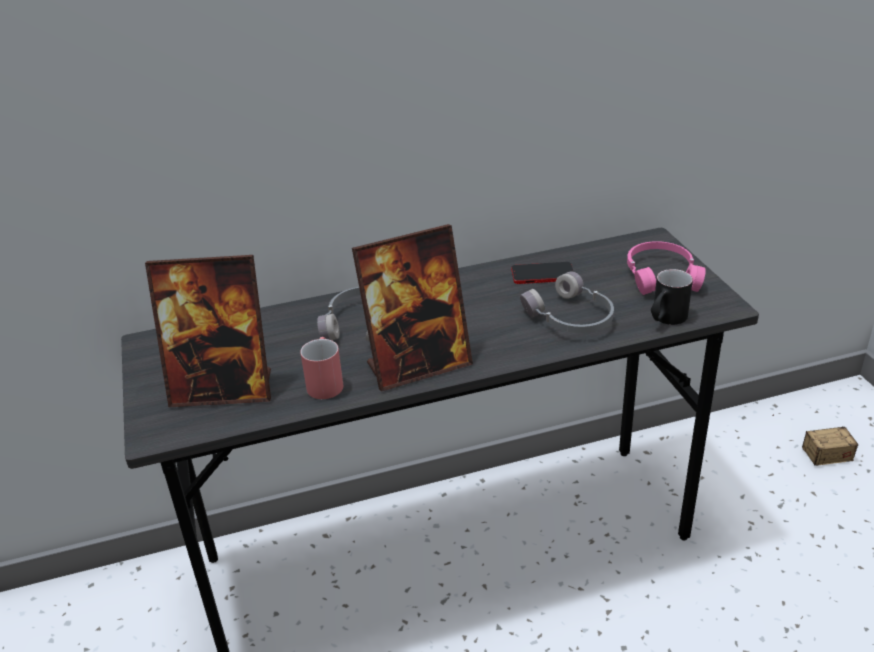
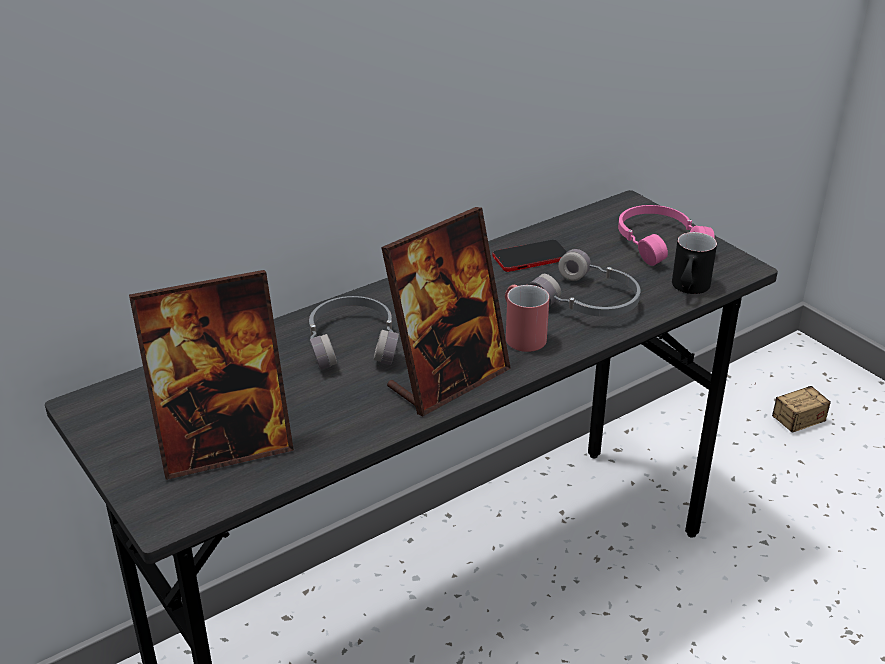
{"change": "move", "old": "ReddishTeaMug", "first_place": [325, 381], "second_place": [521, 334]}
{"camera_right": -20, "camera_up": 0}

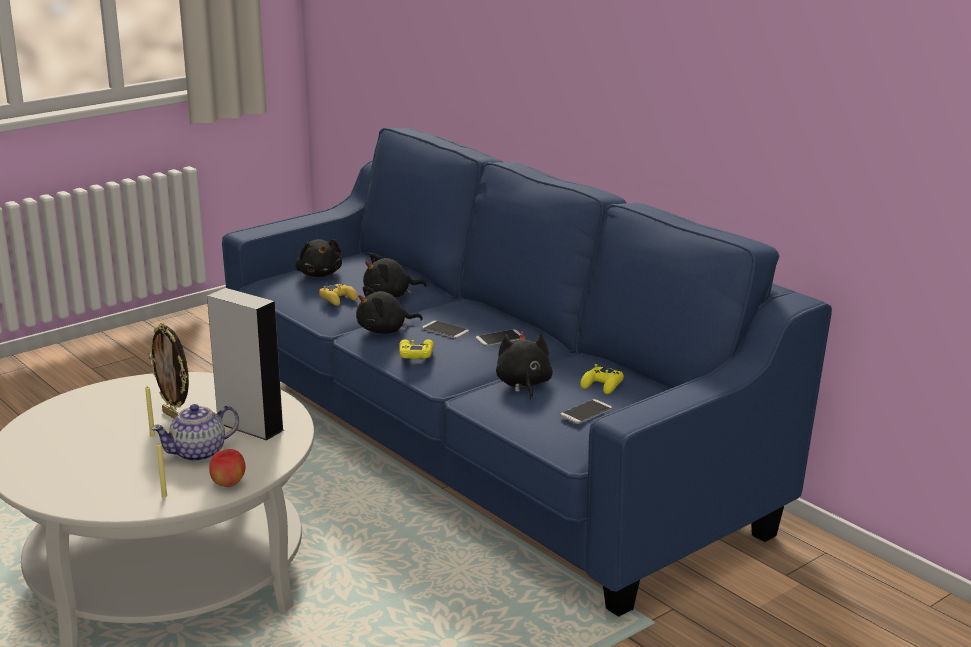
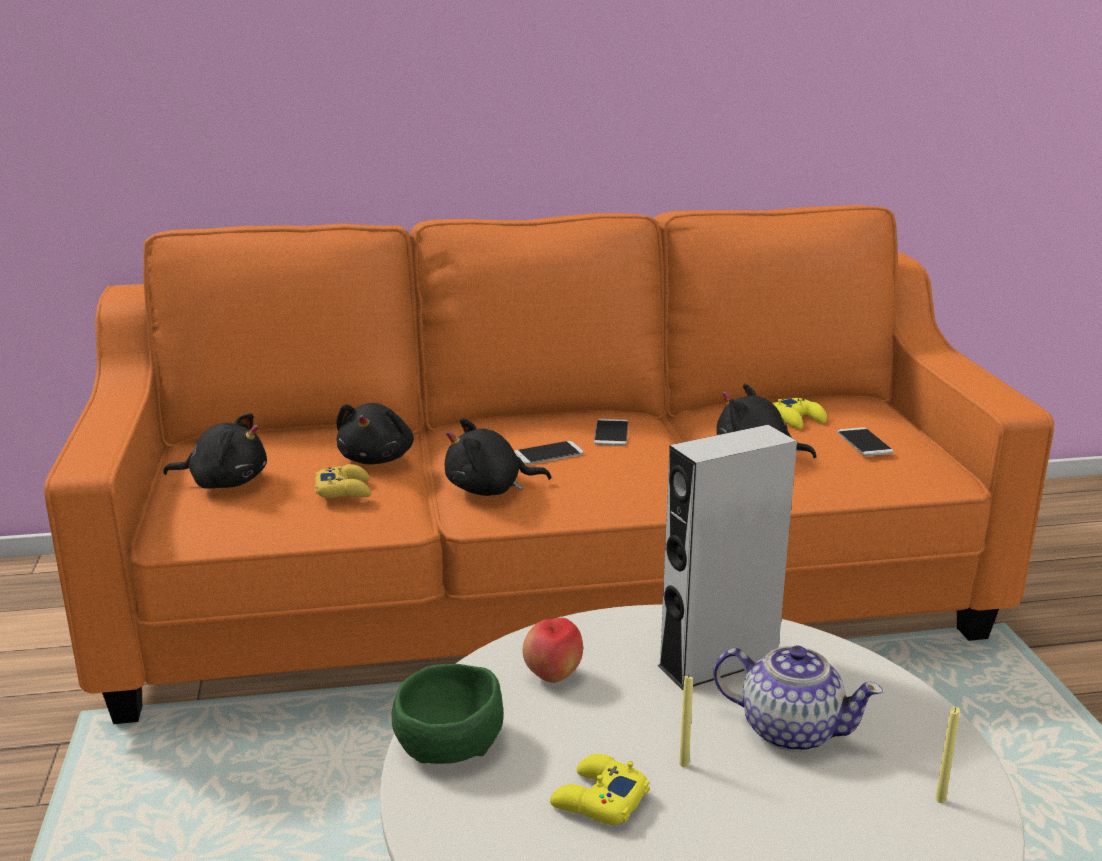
{"change": "delete", "old": "PictureFrame", "first_place": [174, 416]}
{"change": "rotate", "old": "TeaPot", "first_place": [199, 453], "second_place": [790, 730], "degrees": -60}
{"change": "move", "old": "AppleFruit", "first_place": [228, 484], "second_place": [552, 677]}
{"change": "recolor", "old": "BlueColouredSettee", "new": "OrangeSettee", "first_place": [487, 450], "second_place": [553, 602]}
{"change": "rotate", "old": "BlackColouredPlushToy", "first_place": [385, 330], "second_place": [489, 489], "degrees": 75}
{"change": "move", "old": "YellowishJoypad", "first_place": [415, 354], "second_place": [598, 800]}
{"change": "insert", "new": "GreenColouredBowl", "second_place": [446, 744]}
{"camera_right": -60, "camera_up": 0}

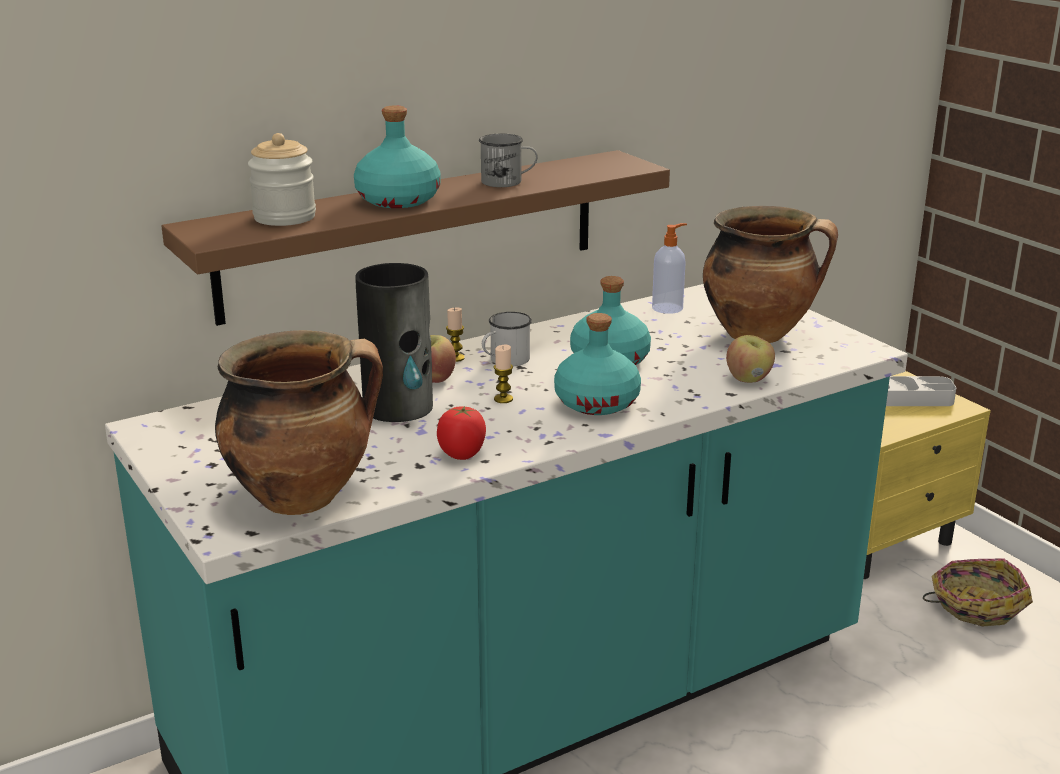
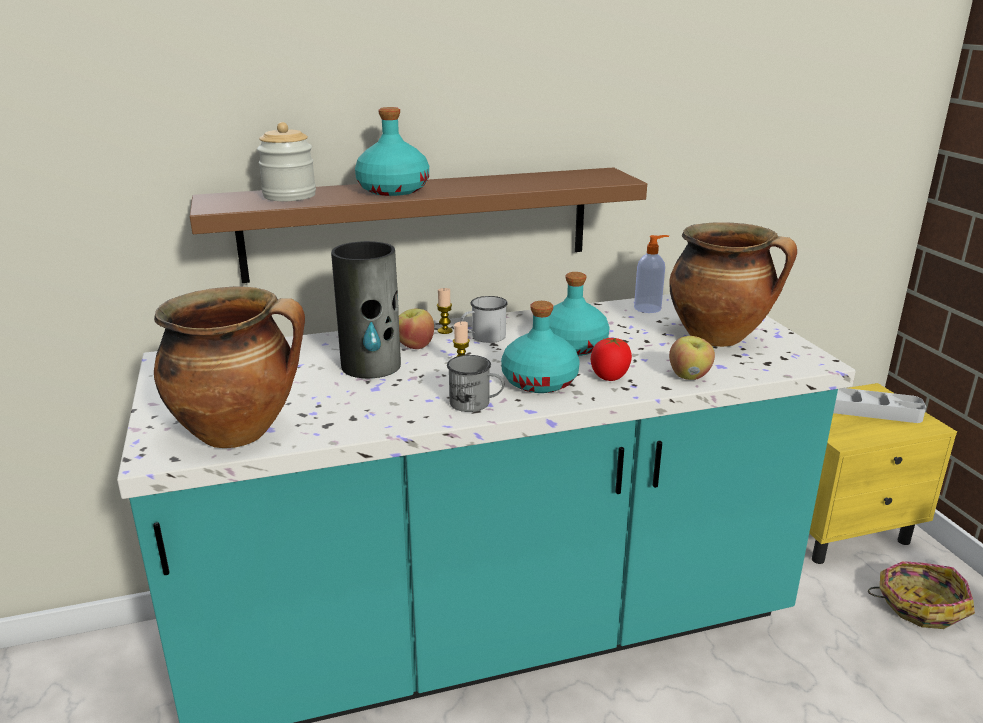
{"change": "move", "old": "WholeTomato", "first_place": [462, 454], "second_place": [609, 377]}
{"change": "move", "old": "GrayTeaMug", "first_place": [508, 182], "second_place": [476, 404]}
{"camera_right": 15, "camera_up": 0}

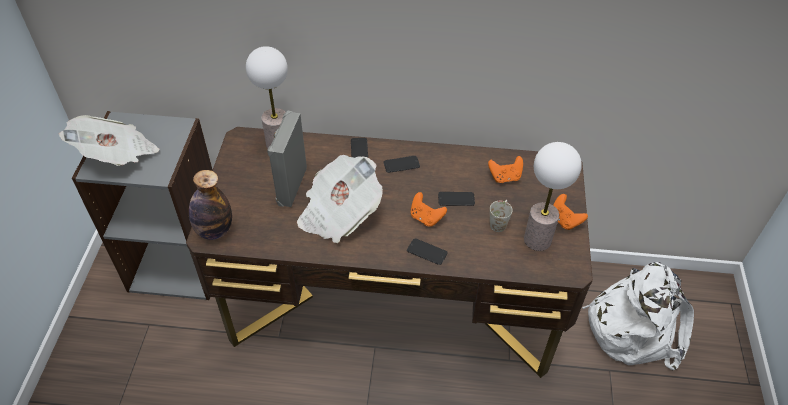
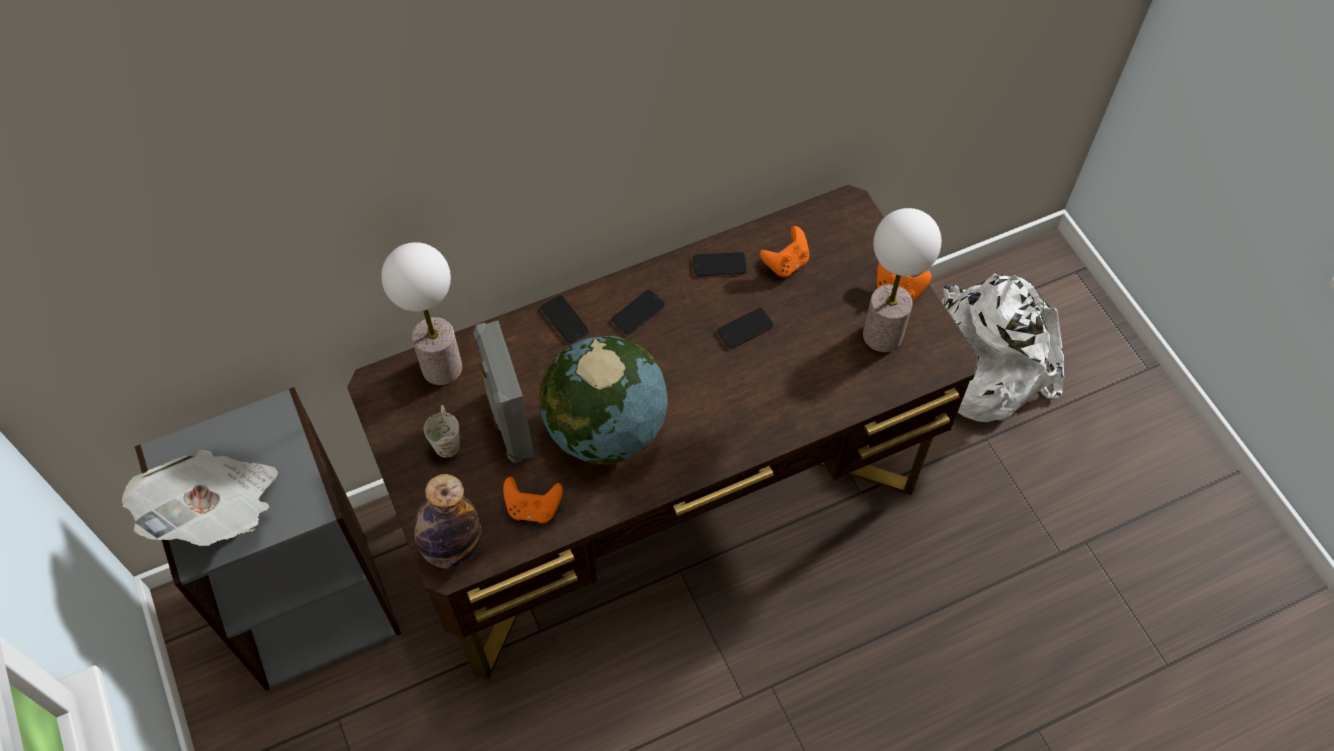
{"change": "replace", "old": "Newspaper", "new": "Globe", "first_place": [339, 213], "second_place": [606, 430]}
{"change": "move", "old": "Telephone", "first_place": [427, 252], "second_place": [719, 265]}
{"change": "move", "old": "OrangeJoypad", "first_place": [426, 218], "second_place": [533, 508]}
{"change": "move", "old": "WhitishTeaMug", "first_place": [499, 221], "second_place": [446, 439]}
{"camera_right": -30, "camera_up": 10}

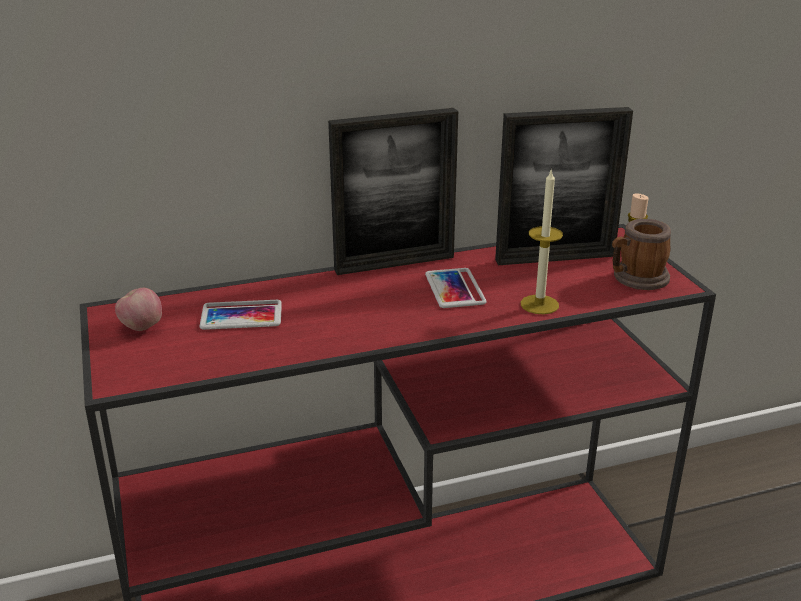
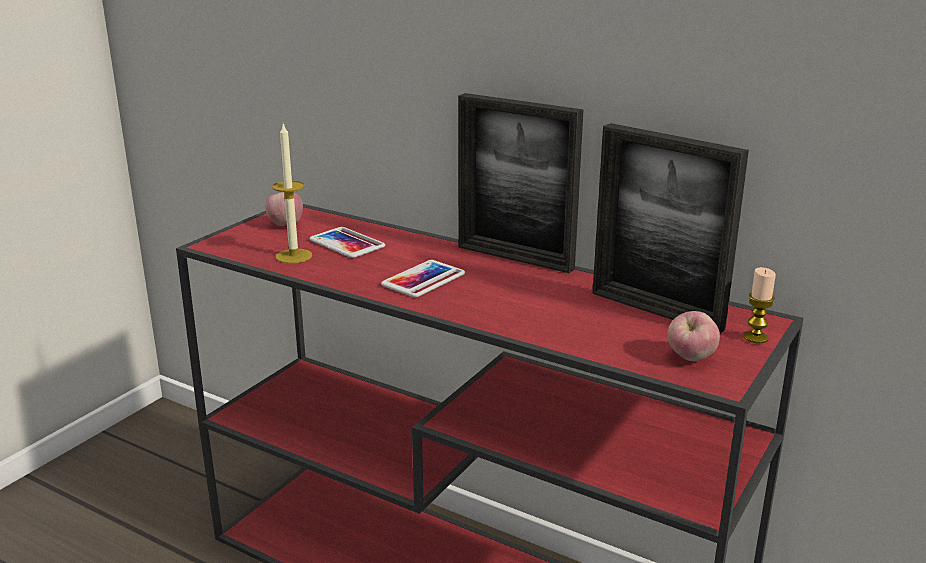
{"change": "move", "old": "Telephone", "first_place": [455, 289], "second_place": [423, 279]}
{"change": "move", "old": "Candle", "first_place": [539, 304], "second_place": [294, 256]}
{"change": "replace", "old": "TeaMug", "new": "AppleFruit", "first_place": [636, 279], "second_place": [690, 359]}
{"camera_right": 50, "camera_up": -5}

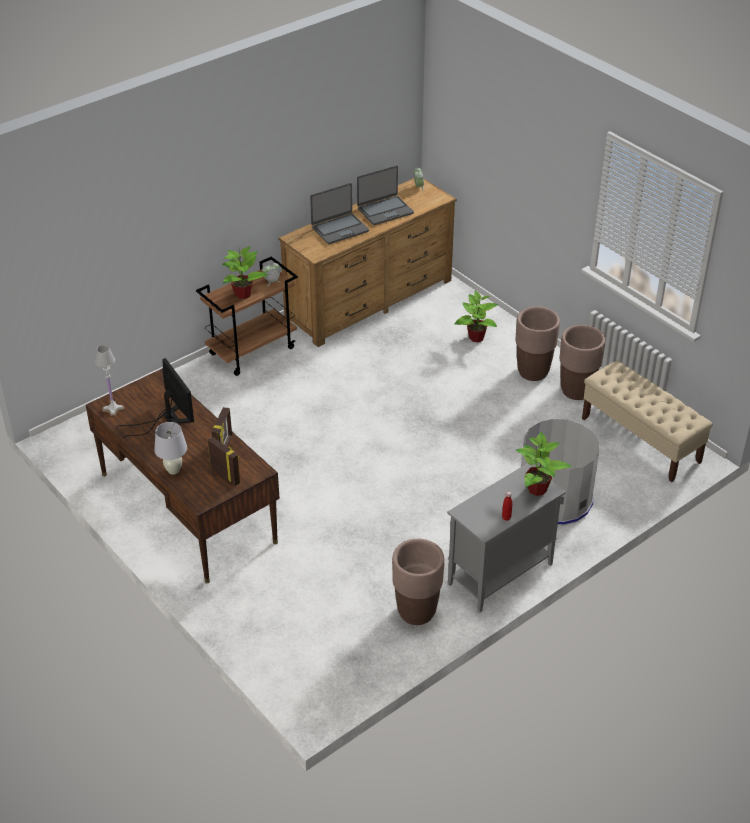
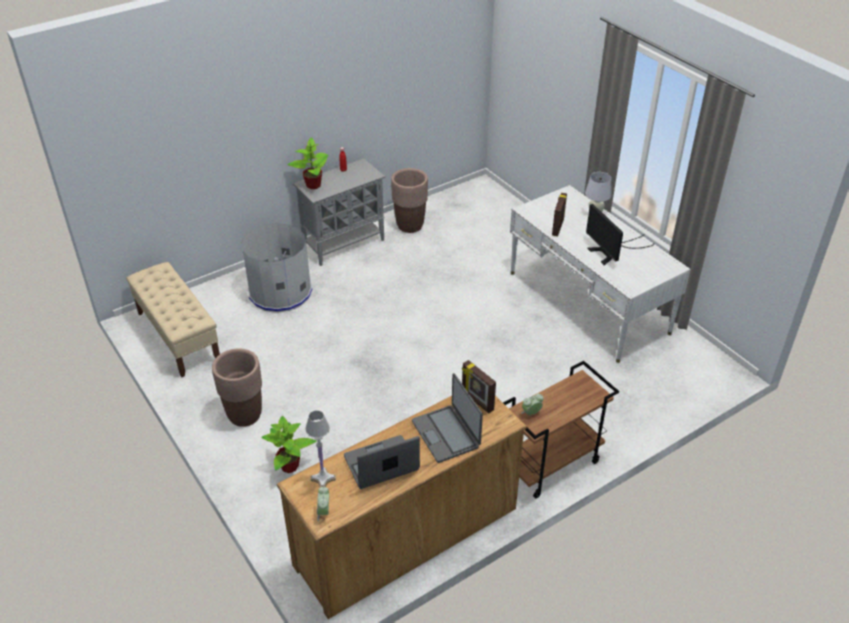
{"change": "recolor", "old": "BrownDesk", "new": "WhitishDesk", "first_place": [187, 508], "second_place": [587, 302]}
{"change": "move", "old": "WhitishLampForATable", "first_place": [113, 409], "second_place": [323, 478]}
{"change": "move", "old": "PictureFrame", "first_place": [225, 475], "second_place": [477, 401]}
{"change": "delete", "old": "PottedPlant", "first_place": [243, 294]}
{"change": "rotate", "old": "PortableComputer", "first_place": [339, 229], "second_place": [446, 434], "degrees": -90}
{"change": "delete", "old": "BrownFlowerPot", "first_place": [576, 391]}
{"camera_right": -175, "camera_up": 0}

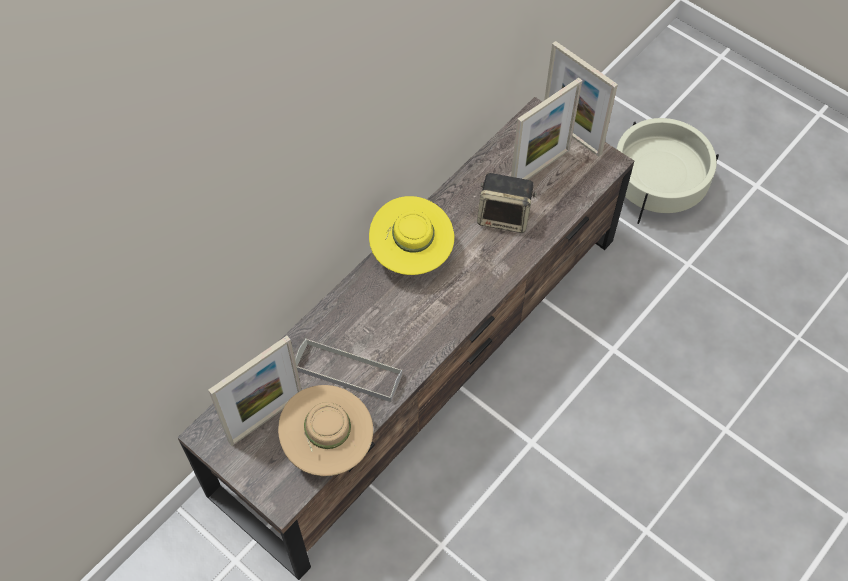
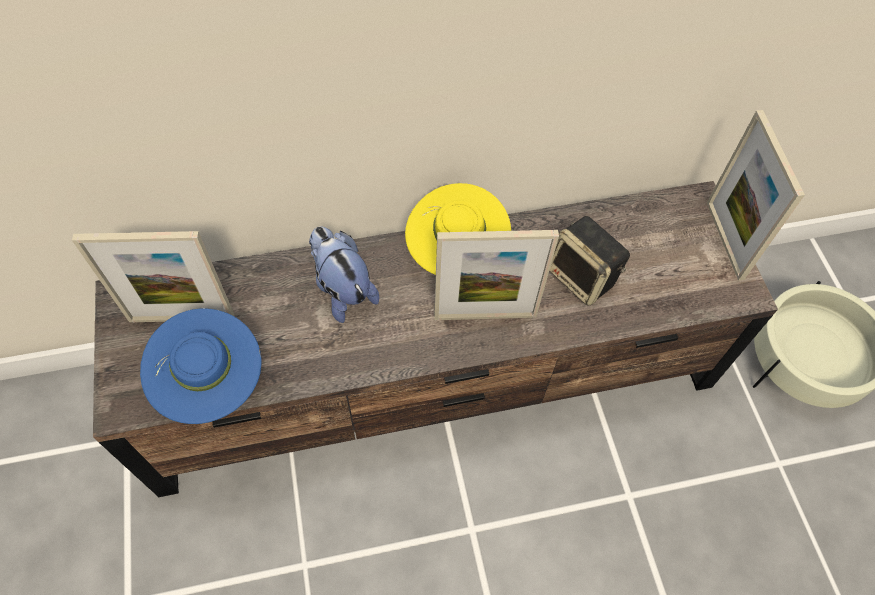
{"change": "recolor", "old": "BeigeColouredWearableHat", "new": "BlueColouredWearableHat", "first_place": [328, 444], "second_place": [211, 384]}
{"change": "delete", "old": "GrayTray", "first_place": [348, 372]}
{"change": "move", "old": "PictureFrame", "first_place": [540, 168], "second_place": [485, 316]}
{"change": "insert", "new": "PlushToy", "second_place": [342, 289]}
{"camera_right": 35, "camera_up": 0}

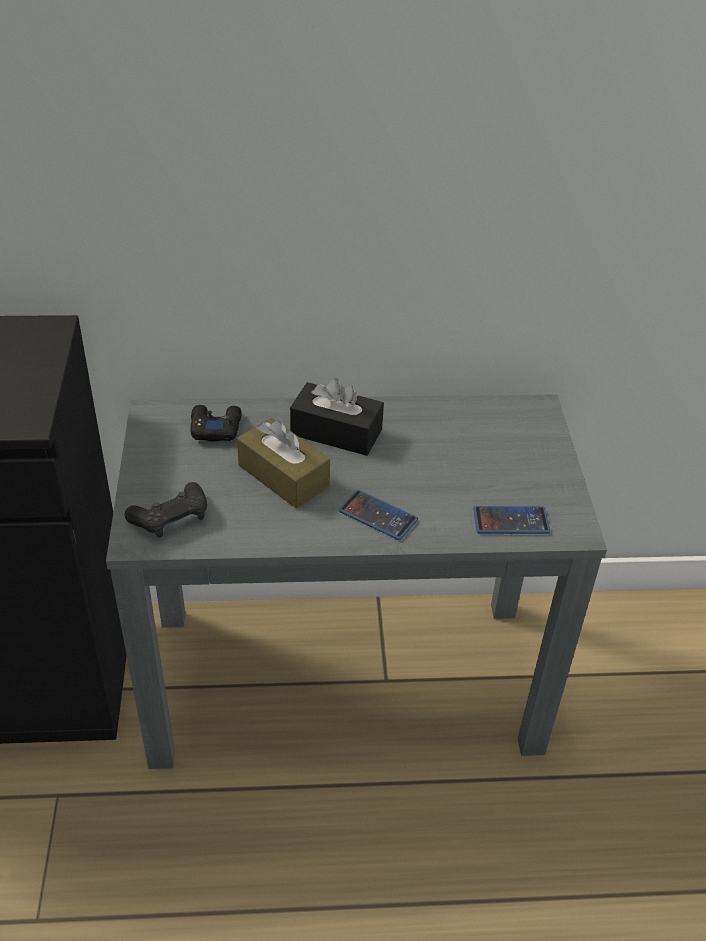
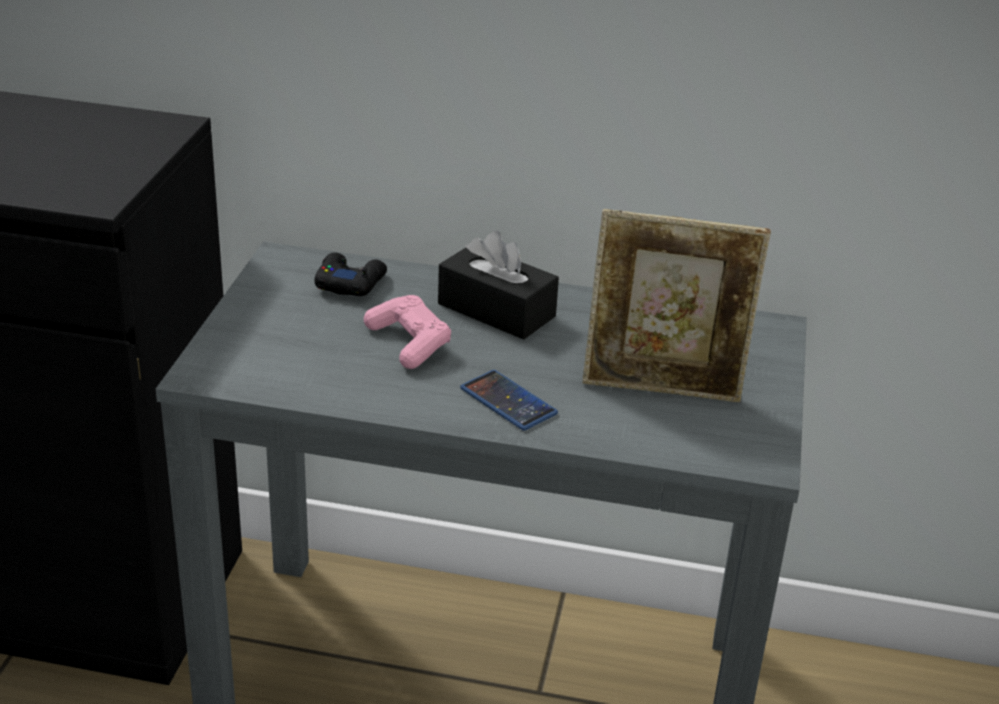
{"change": "delete", "old": "BlackColouredJoypad", "first_place": [171, 518]}
{"change": "replace", "old": "BrownBoxOfTissues", "new": "PinkishJoypad", "first_place": [283, 476], "second_place": [409, 342]}
{"change": "delete", "old": "Telephone", "first_place": [511, 521]}
{"change": "insert", "new": "PictureFrame", "second_place": [662, 388]}
{"camera_right": 15, "camera_up": -10}

